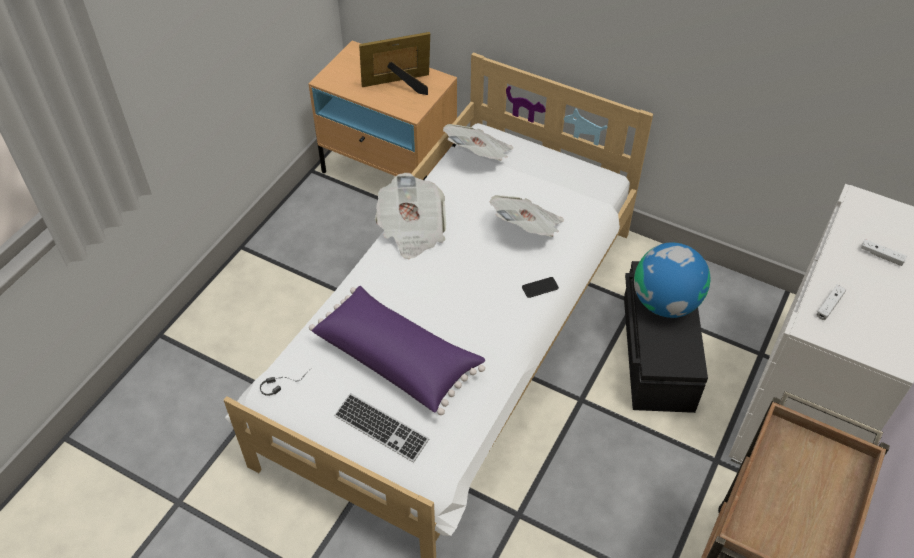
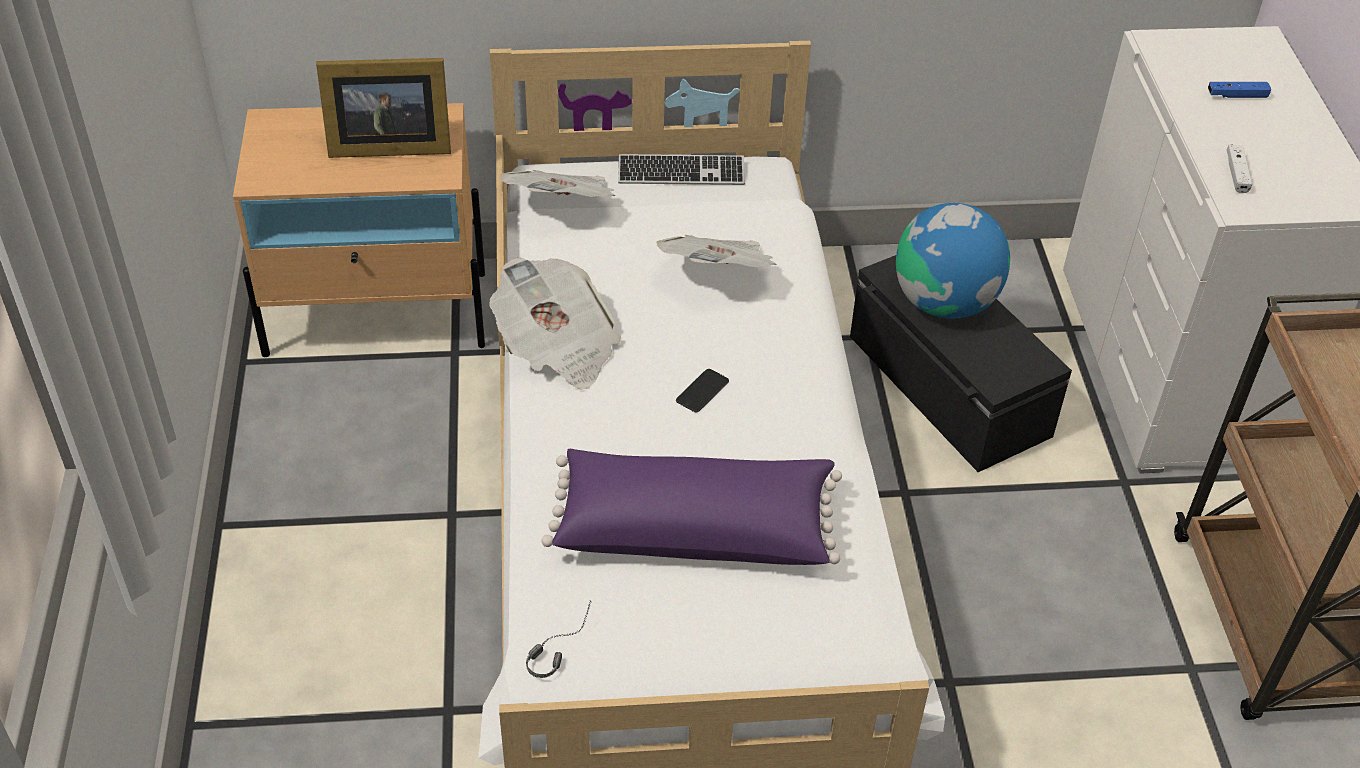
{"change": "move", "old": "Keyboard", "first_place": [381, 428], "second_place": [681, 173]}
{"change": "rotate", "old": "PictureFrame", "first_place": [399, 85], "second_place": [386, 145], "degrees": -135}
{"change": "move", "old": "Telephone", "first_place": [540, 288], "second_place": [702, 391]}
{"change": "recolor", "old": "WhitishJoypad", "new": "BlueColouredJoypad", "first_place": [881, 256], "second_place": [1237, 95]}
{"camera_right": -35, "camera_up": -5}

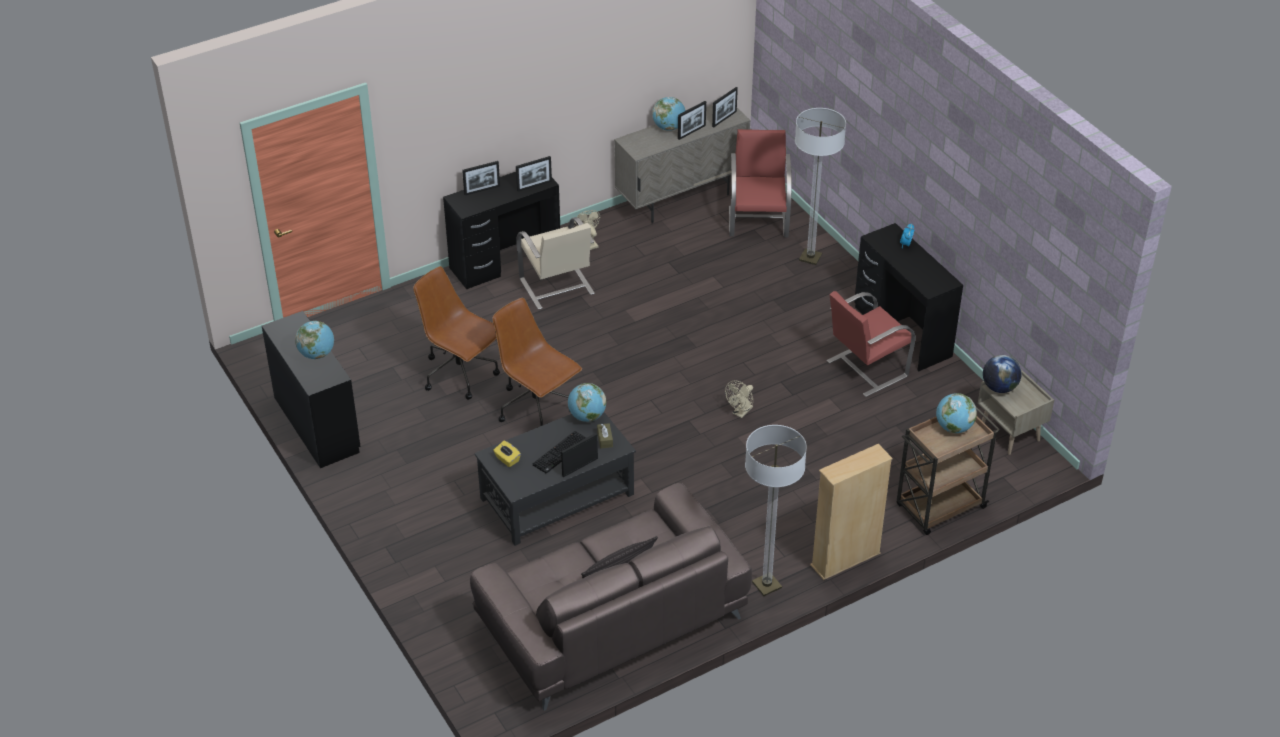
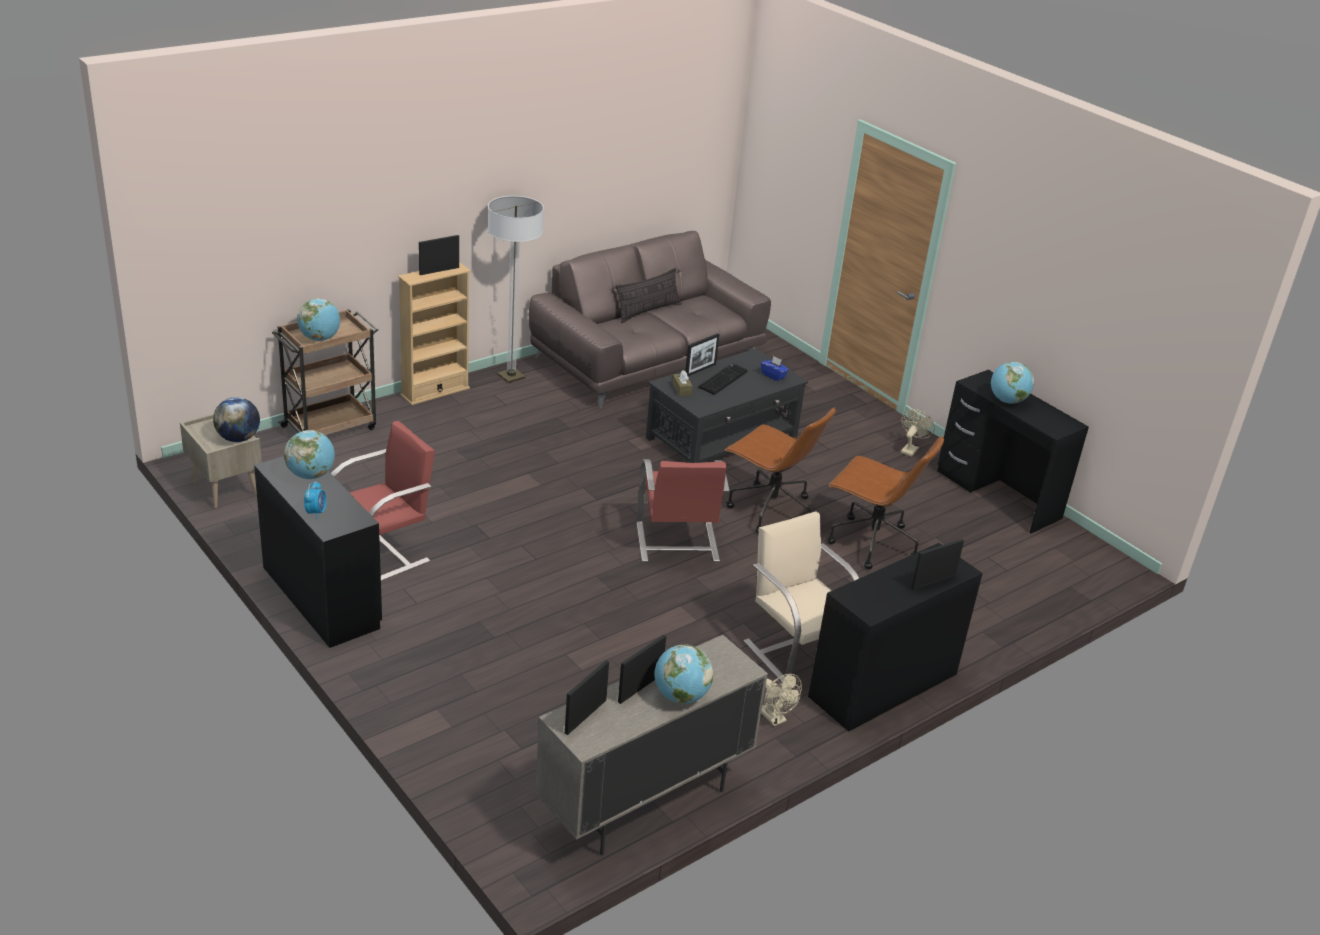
{"change": "recolor", "old": "YellowishBoxOfTissues", "new": "BlueColouredBoxOfTissues", "first_place": [507, 459], "second_place": [773, 375]}
{"change": "move", "old": "PictureFrame", "first_place": [534, 186], "second_place": [439, 271]}
{"change": "move", "old": "Globe", "first_place": [587, 416], "second_place": [311, 475]}
{"change": "move", "old": "BeigeColouredFan", "first_place": [740, 413], "second_place": [910, 449]}
{"change": "move", "old": "ReddishUprightChair", "first_place": [758, 221], "second_place": [677, 543]}
{"change": "delete", "old": "StandingLamp", "first_place": [810, 257]}
{"camera_right": 170, "camera_up": -10}

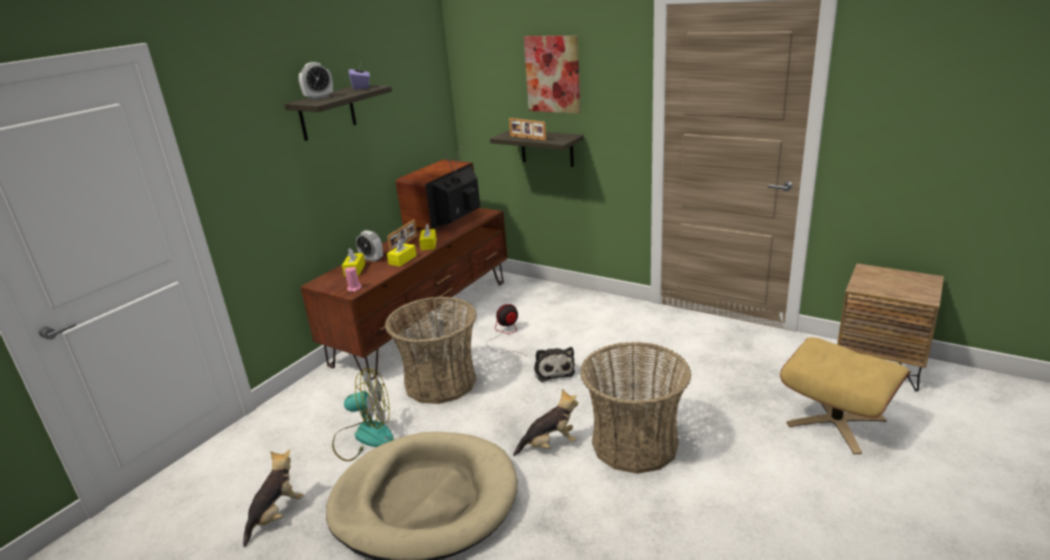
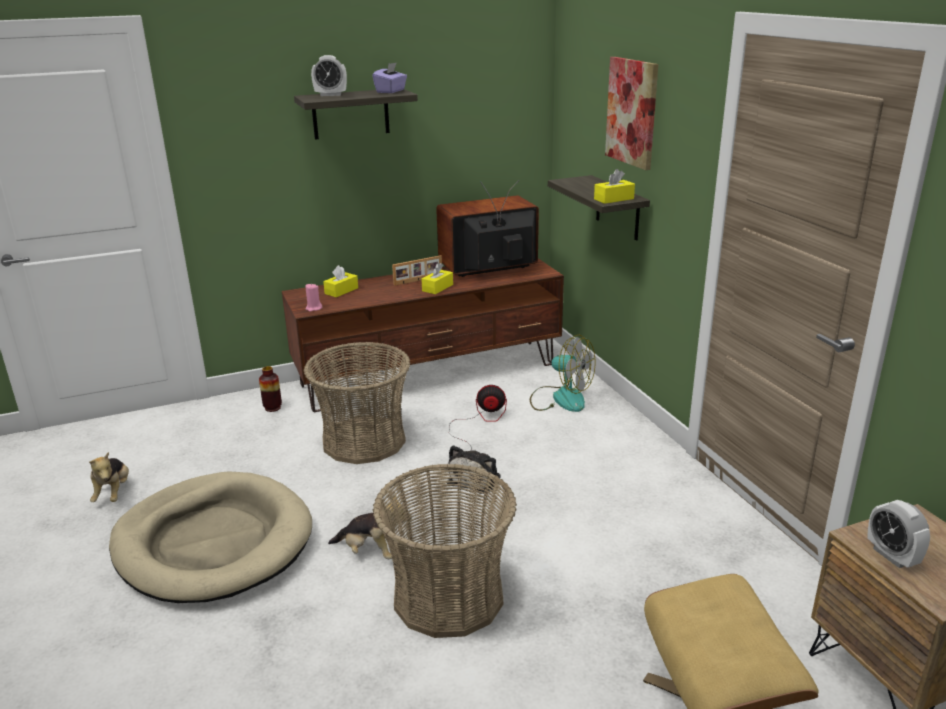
{"change": "rotate", "old": "PlushToy", "first_place": [276, 515], "second_place": [113, 493], "degrees": 105}
{"change": "move", "old": "Fan", "first_place": [364, 437], "second_place": [560, 398]}
{"change": "move", "old": "TableClock", "first_place": [371, 259], "second_place": [892, 556]}
{"change": "move", "old": "YellowishBoxOfTissues", "first_place": [402, 260], "second_place": [613, 199]}
{"change": "delete", "old": "PictureFrame", "first_place": [527, 138]}
{"change": "insert", "new": "Vase", "second_place": [272, 408]}
{"camera_right": 35, "camera_up": 0}

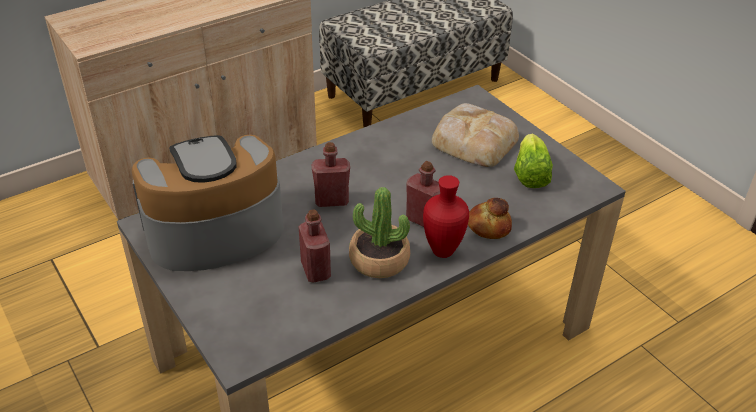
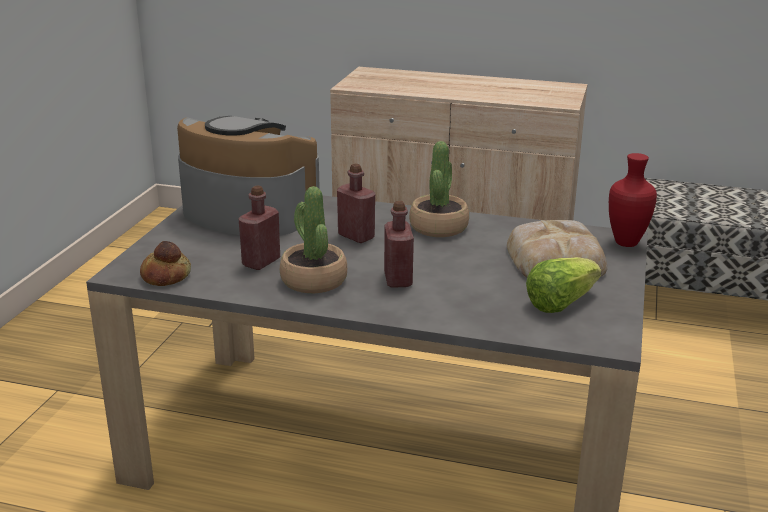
{"change": "move", "old": "ReddishVase", "first_place": [444, 251], "second_place": [627, 243]}
{"change": "move", "old": "BakedBread", "first_place": [488, 226], "second_place": [165, 276]}
{"change": "insert", "new": "PottedPlant", "second_place": [439, 227]}
{"camera_right": 50, "camera_up": -15}

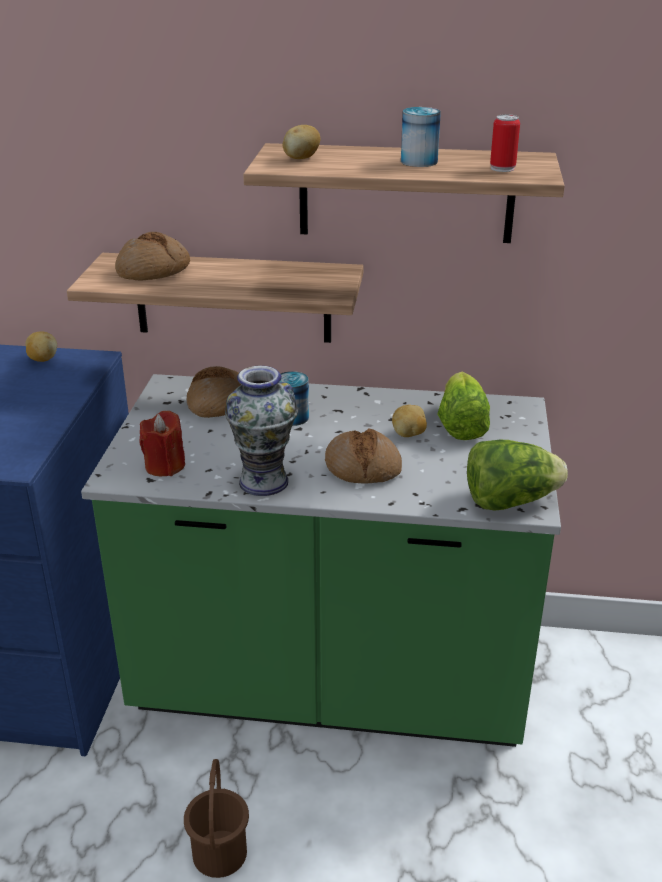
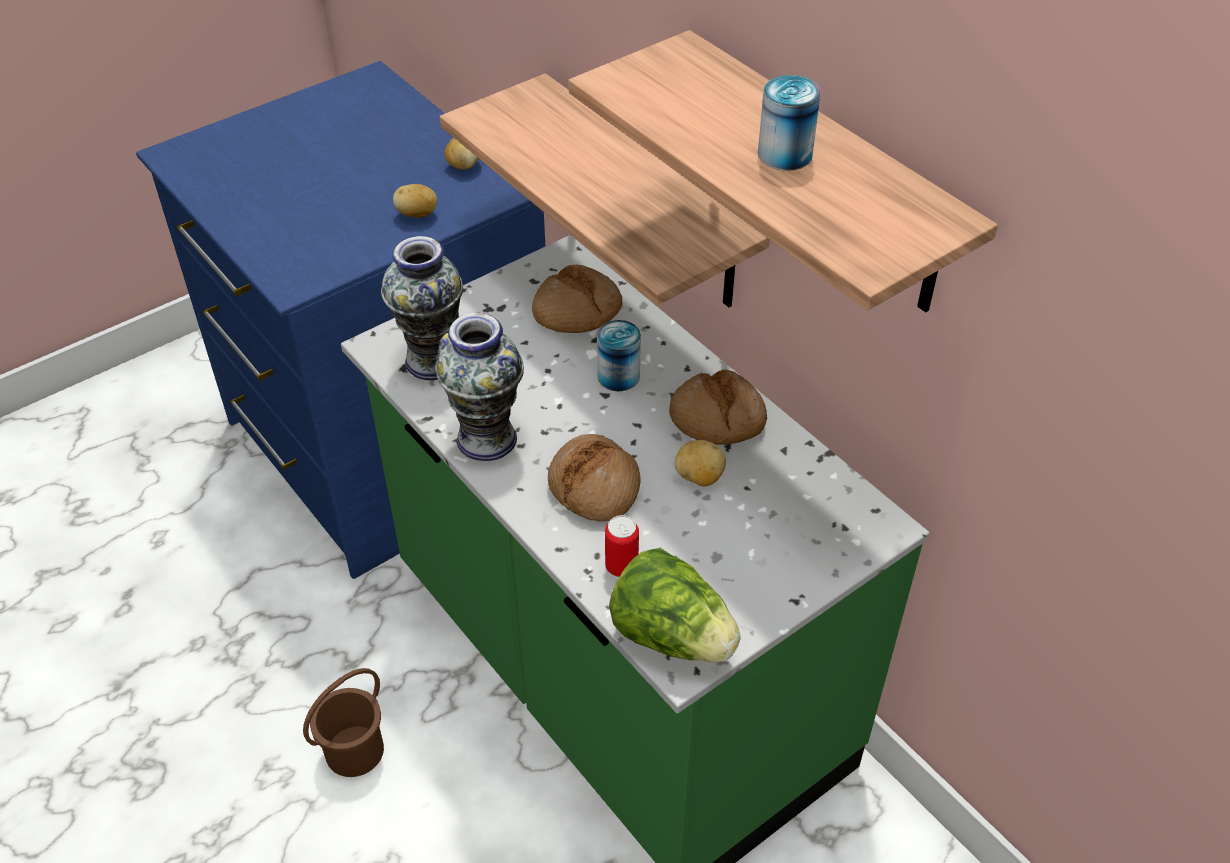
{"change": "move", "old": "BakedBread", "first_place": [153, 271], "second_place": [717, 419]}
{"change": "replace", "old": "ReddishCandle", "new": "Vase", "first_place": [165, 466], "second_place": [434, 360]}
{"change": "move", "old": "Potato", "first_place": [301, 158], "second_place": [417, 214]}
{"change": "delete", "old": "HeadOfLettuce", "first_place": [461, 425]}
{"change": "move", "old": "MetalCan", "first_place": [502, 168], "second_place": [621, 567]}
{"camera_right": 45, "camera_up": 15}

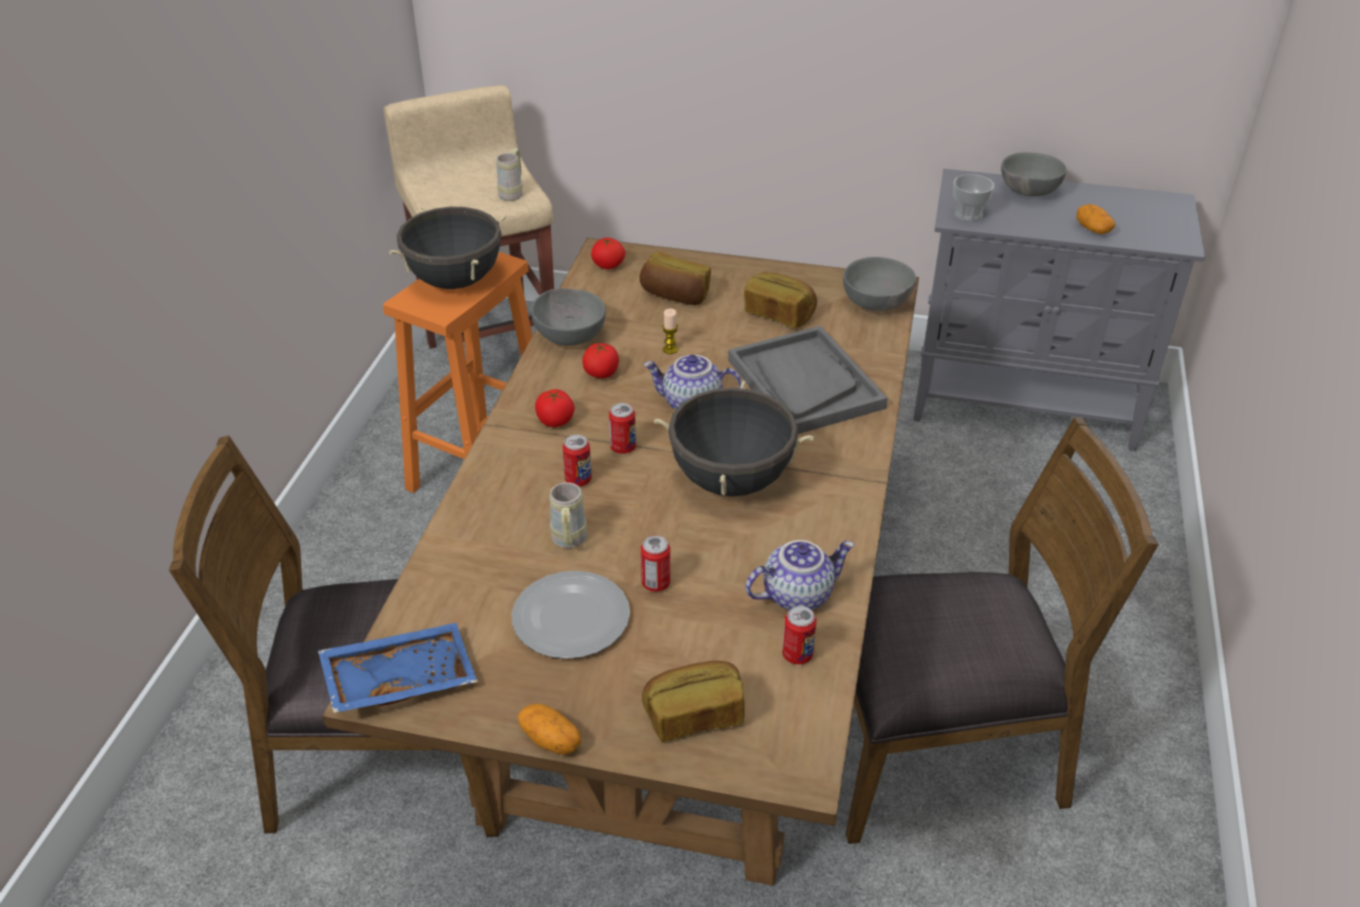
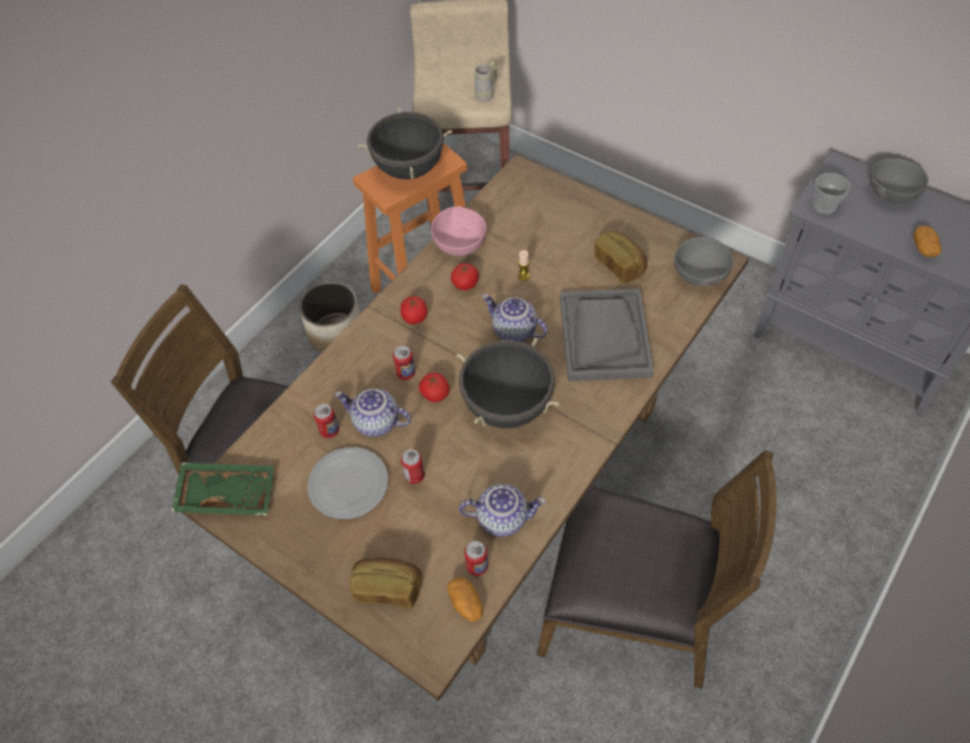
{"change": "recolor", "old": "BlueColouredTray", "new": "GreenColouredTray", "first_place": [400, 678], "second_place": [228, 493]}
{"change": "move", "old": "Potato", "first_place": [551, 740], "second_place": [466, 604]}
{"change": "recolor", "old": "GrayBowl", "new": "PinkishBowl", "first_place": [570, 335], "second_place": [460, 243]}
{"change": "replace", "old": "BeigeColouredTeaMug", "new": "TeaPot", "first_place": [568, 542], "second_place": [375, 423]}
{"change": "move", "old": "WholeTomato", "first_place": [608, 265], "second_place": [435, 394]}
{"change": "move", "old": "MetalCan", "first_place": [623, 448], "second_place": [329, 431]}
{"change": "delete", "old": "BakedBread", "first_place": [675, 295]}
{"change": "insert", "new": "FlowerPot", "second_place": [336, 333]}
{"camera_right": 25, "camera_up": 15}

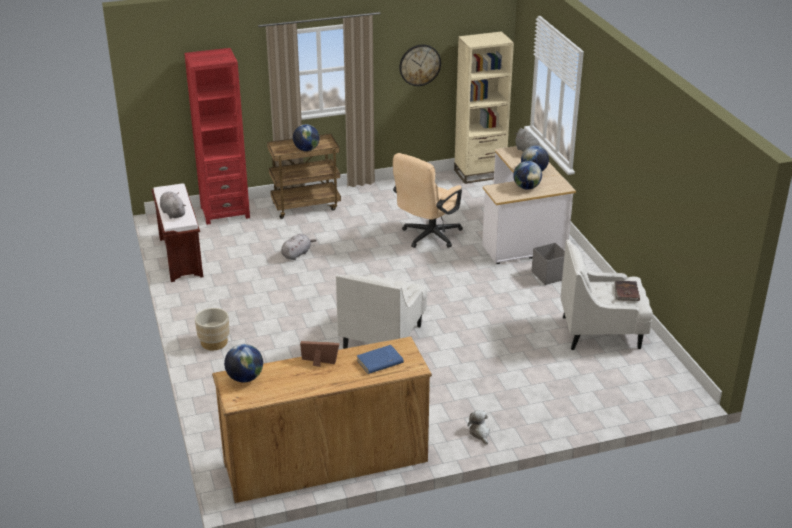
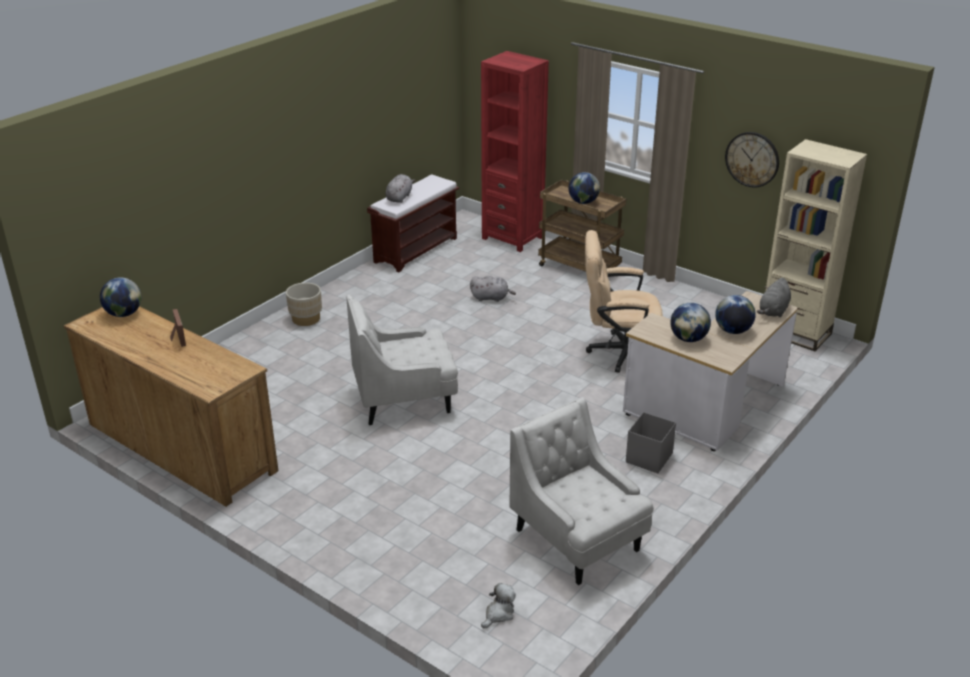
{"change": "delete", "old": "BlueColouredVolume", "first_place": [379, 362]}
{"change": "move", "old": "PlushToy", "first_place": [480, 433], "second_place": [498, 614]}
{"change": "delete", "old": "BrownVolume", "first_place": [626, 292]}
{"camera_right": 55, "camera_up": 0}

